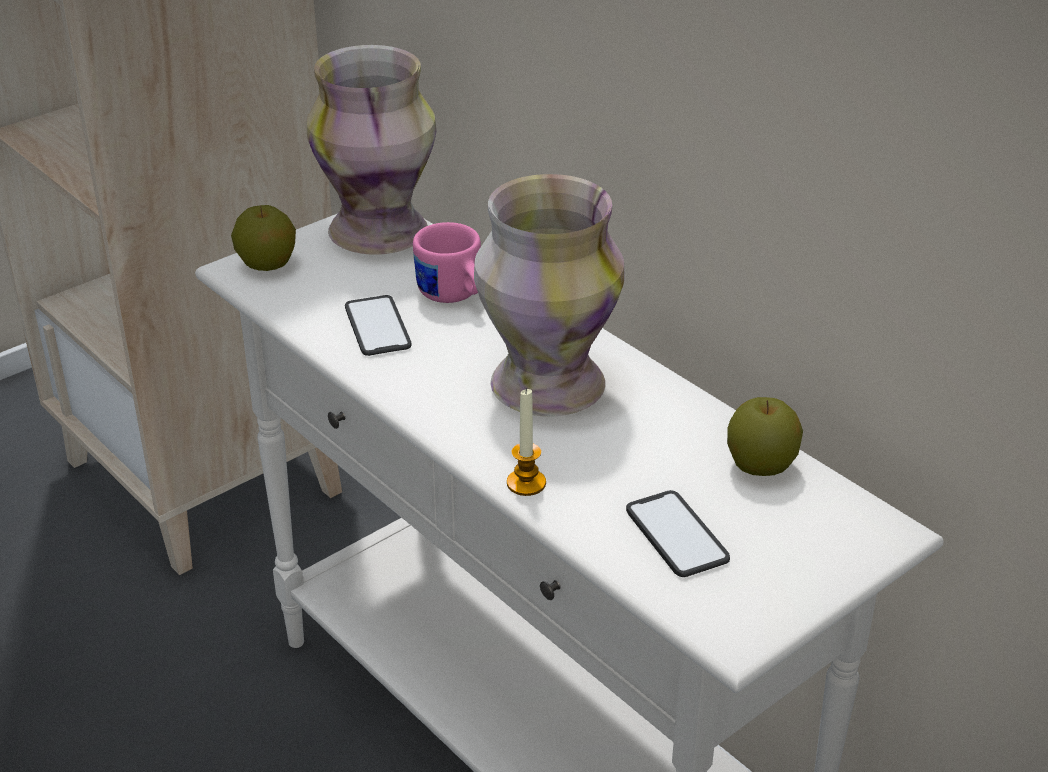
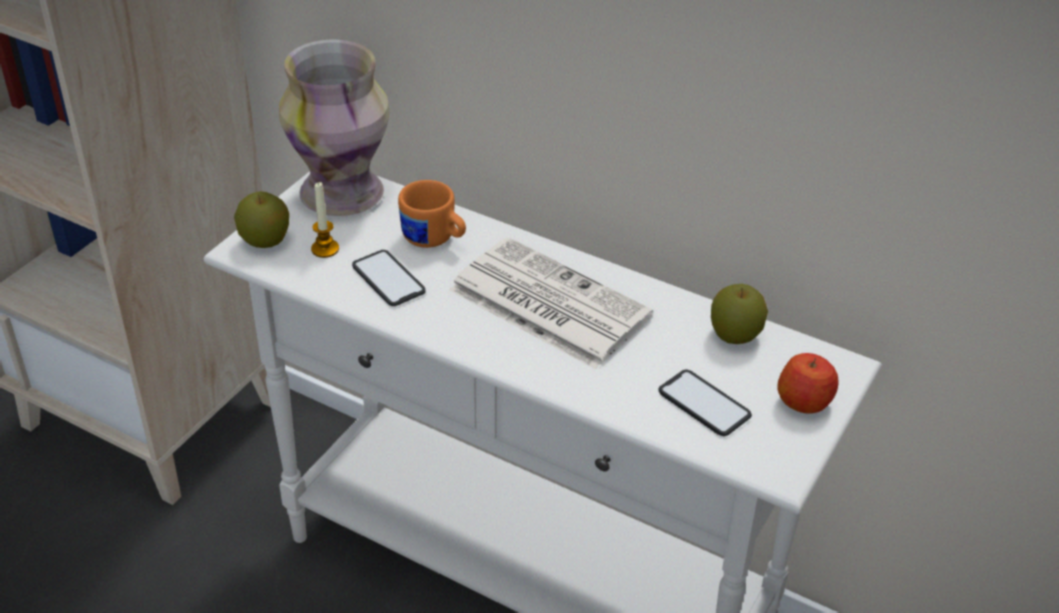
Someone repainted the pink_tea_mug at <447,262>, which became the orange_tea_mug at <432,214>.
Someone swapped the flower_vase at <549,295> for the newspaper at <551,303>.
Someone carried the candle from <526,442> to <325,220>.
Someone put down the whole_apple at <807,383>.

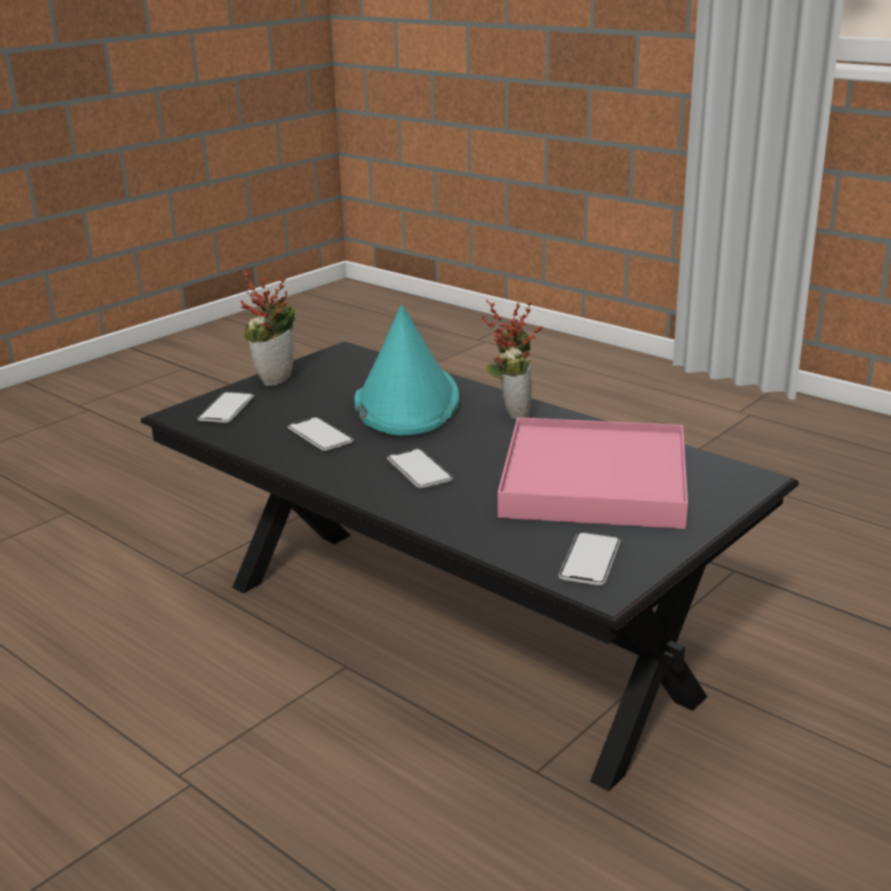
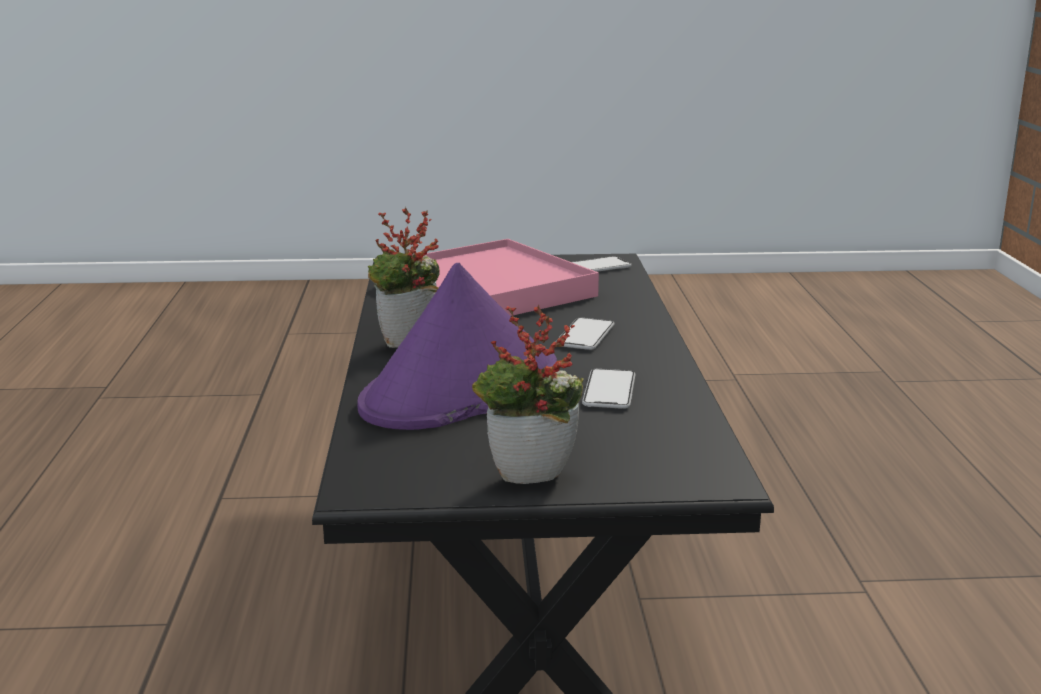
Someone took away the handset at <225,407>.
Someone repainted the blue-green_hat at <407,370>, which became the purple_hat at <457,346>.

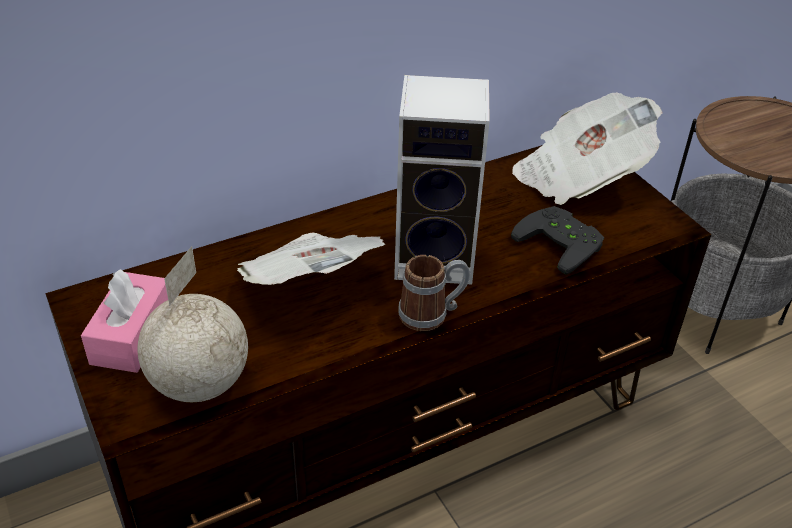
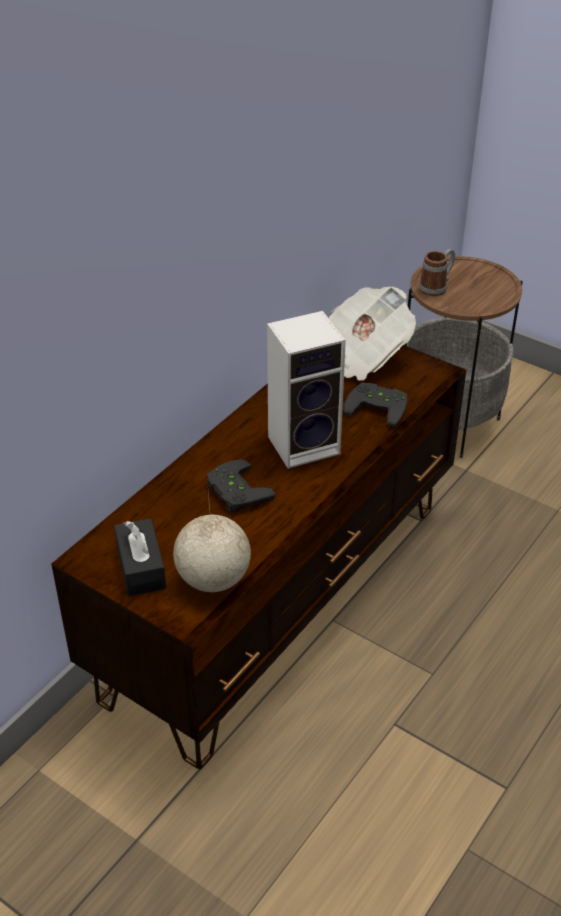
Someone repainted the pink_tissue_holder at <124,321>, which became the black_tissue_holder at <140,557>.
Someone swapped the newspaper at <311,259> for the black_game_controller at <241,486>.
Someone carried the tea_mug from <434,293> to <437,272>.

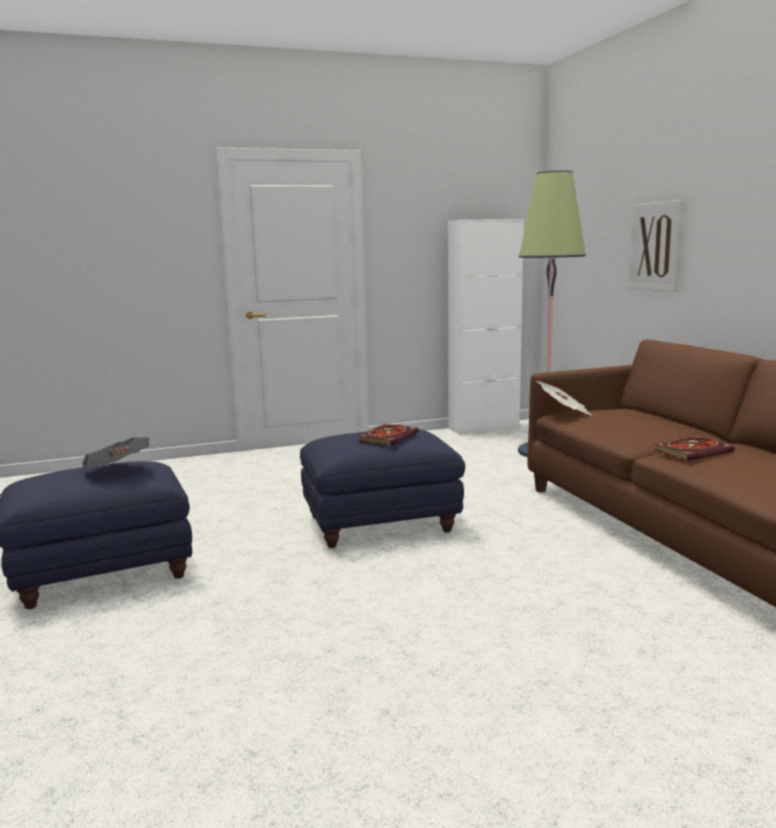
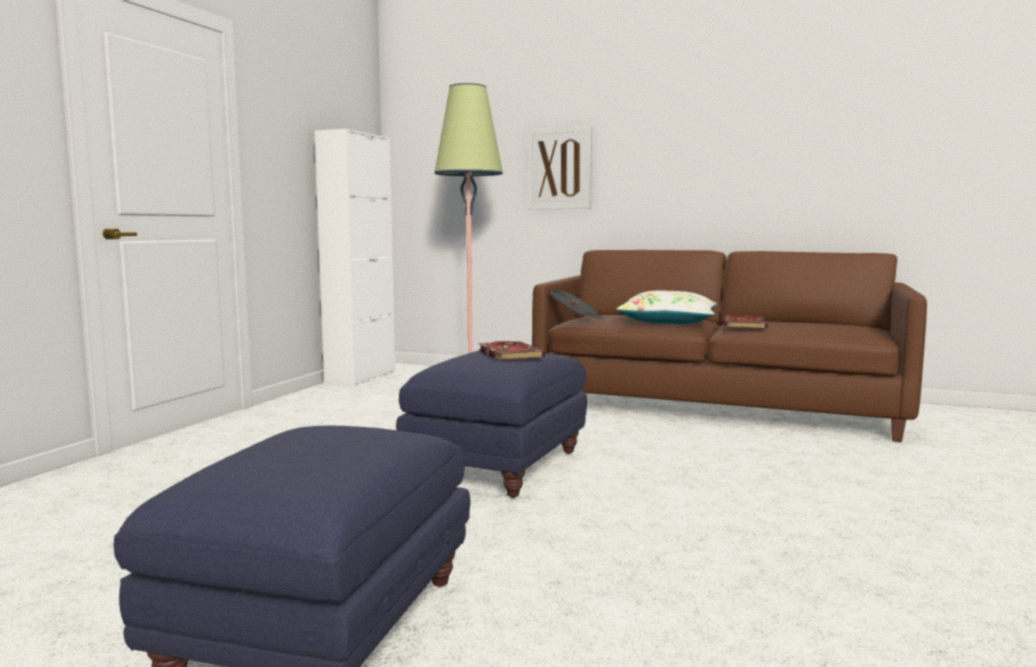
Someone took away the newspaper at <116,452>.
Someone put down the white-coloured_pillow at <667,307>.

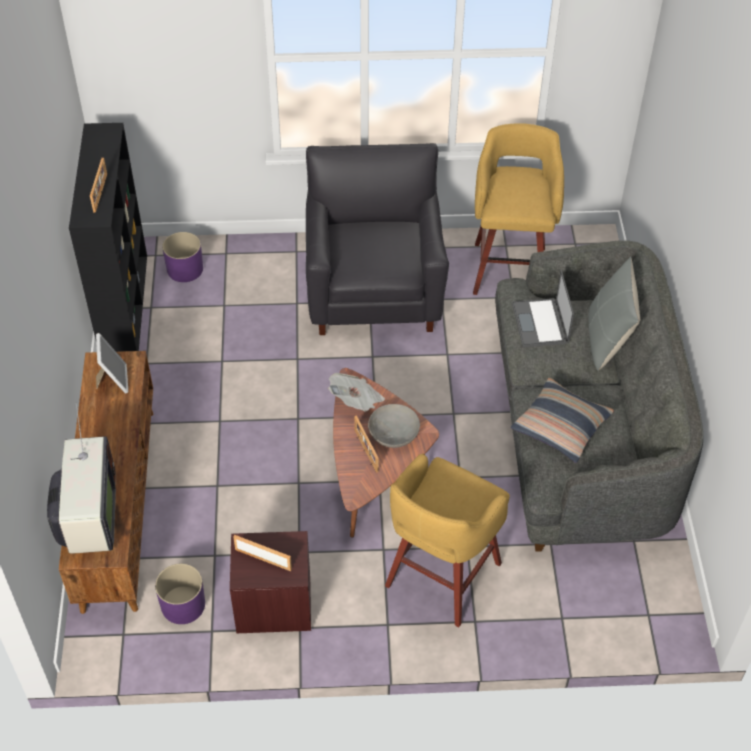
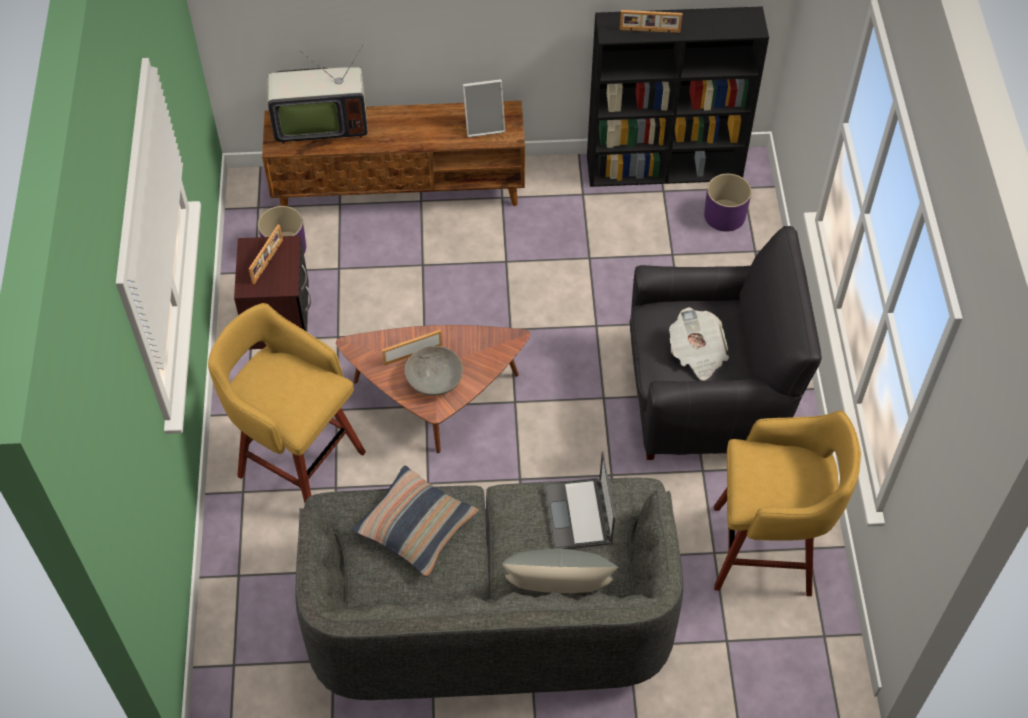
Someone carried the newspaper from <356,392> to <699,344>.
Someone rotated the notebook_computer at <543,308> by 90 degrees counterclockwise.

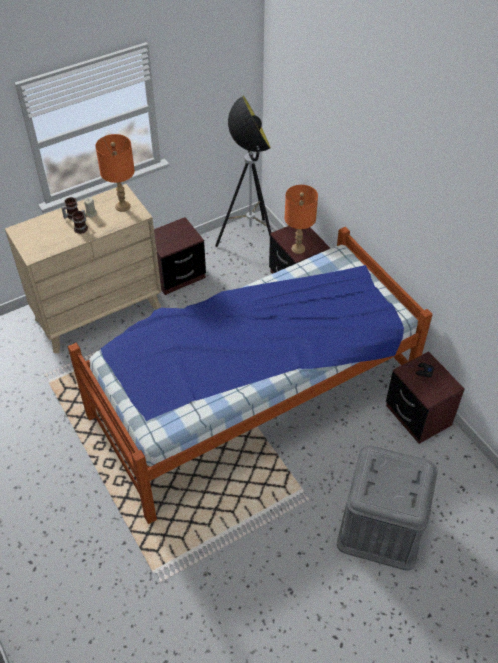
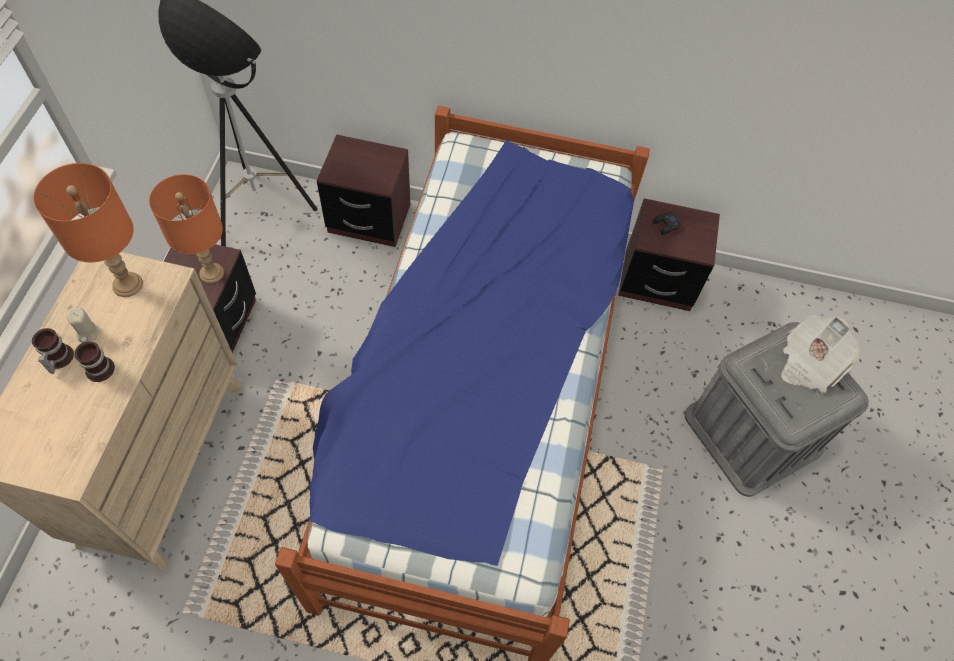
Someone carried the orange_tabletop_lamp from <301,219> to <186,228>.
Someone put down the newspaper at <820,354>.

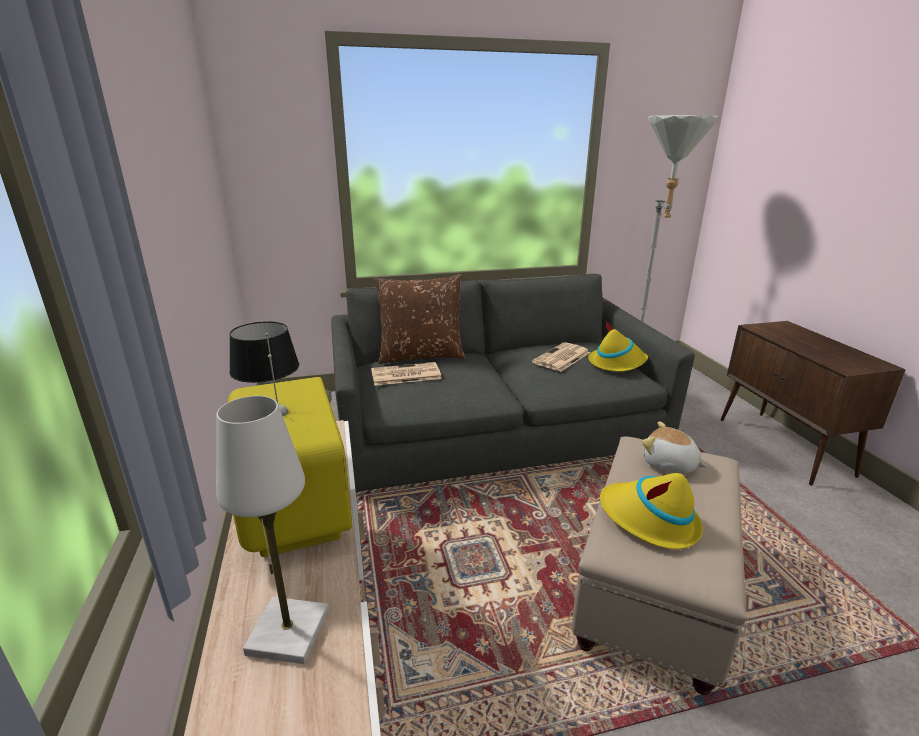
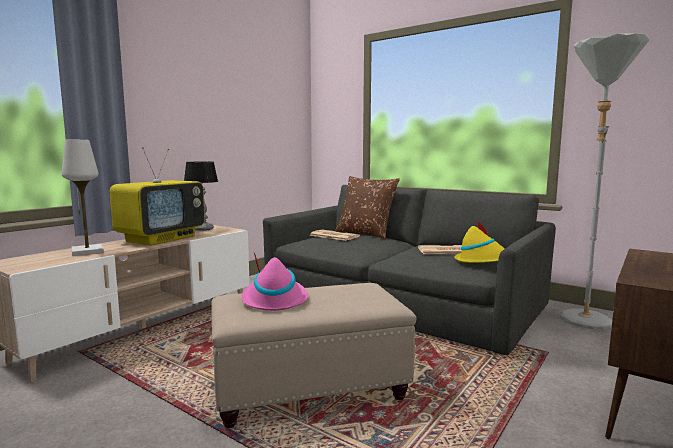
Someone repainted the yellow-coloured_hat at <651,511>, which became the pink_hat at <274,282>.
Someone took away the cuddly_toy at <674,447>.

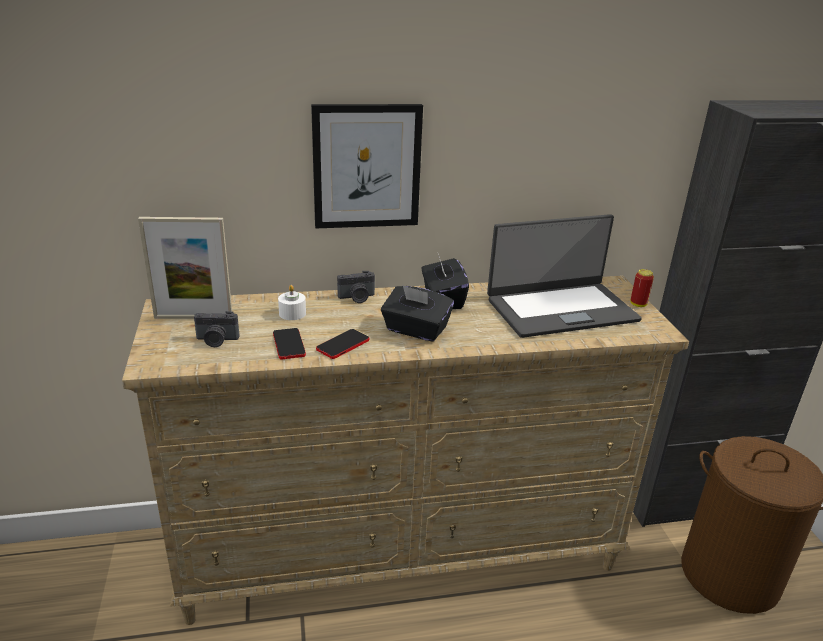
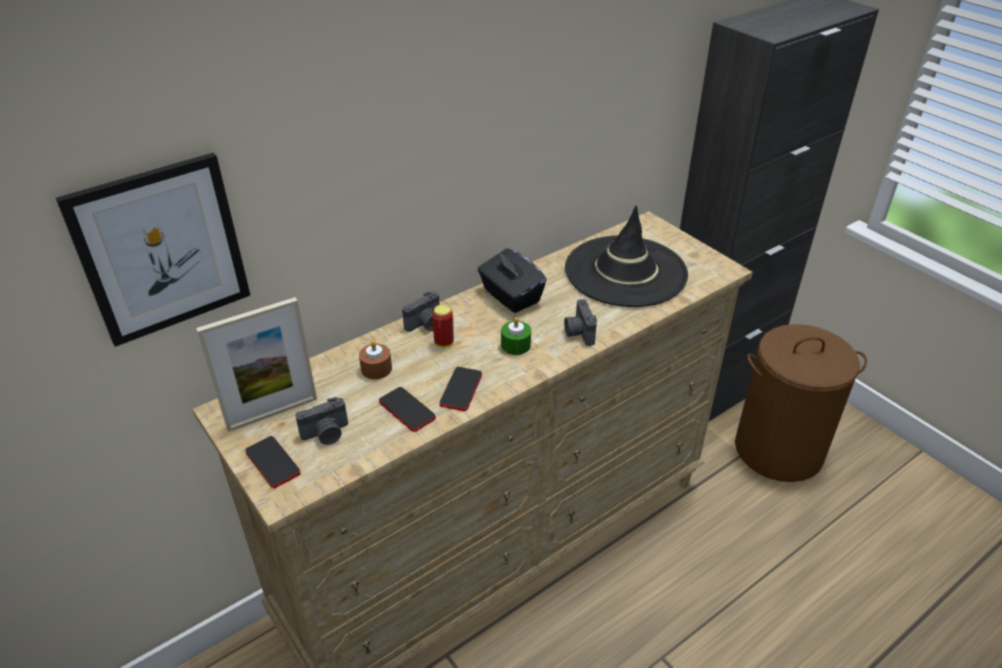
Someone repainted the white-coloured_candle at <292,302>, which became the brown_candle at <375,359>.
Someone carried the picture from <367,166> to <153,250>.
Someone swapped the black_tissue_holder at <417,313> for the green-coloured_candle at <516,336>.
Someone swapped the notebook_computer at <564,276> for the black_hat at <626,256>.
Someone carried the sealed_can from <642,288> to <443,326>.
Someone put down the handset at <273,462>.
Someone put down the photo_camera at <580,322>.

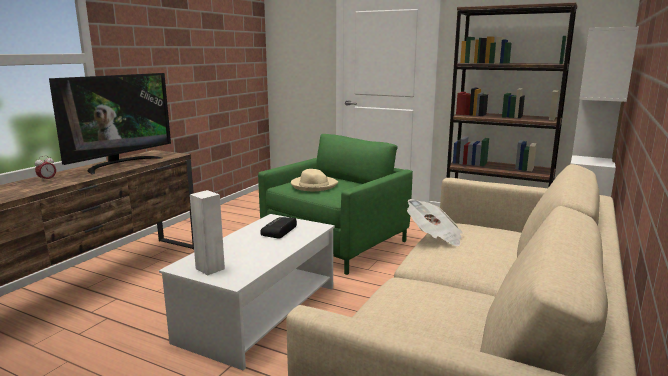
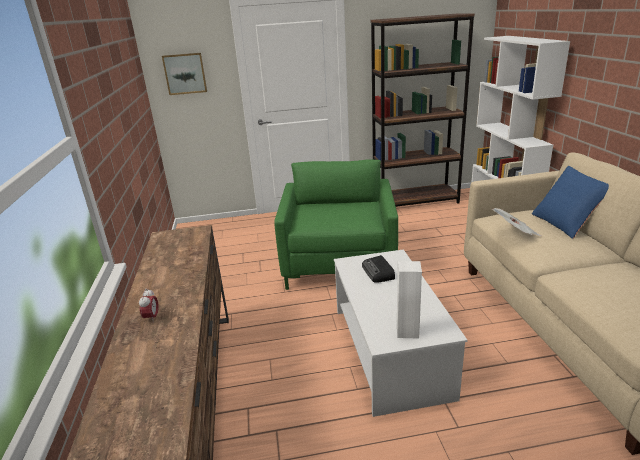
Someone took away the television at <110,123>.
Someone took away the beige_hat at <314,180>.
Someone put up the picture at <184,74>.
Someone put down the blue_pillow at <570,202>.

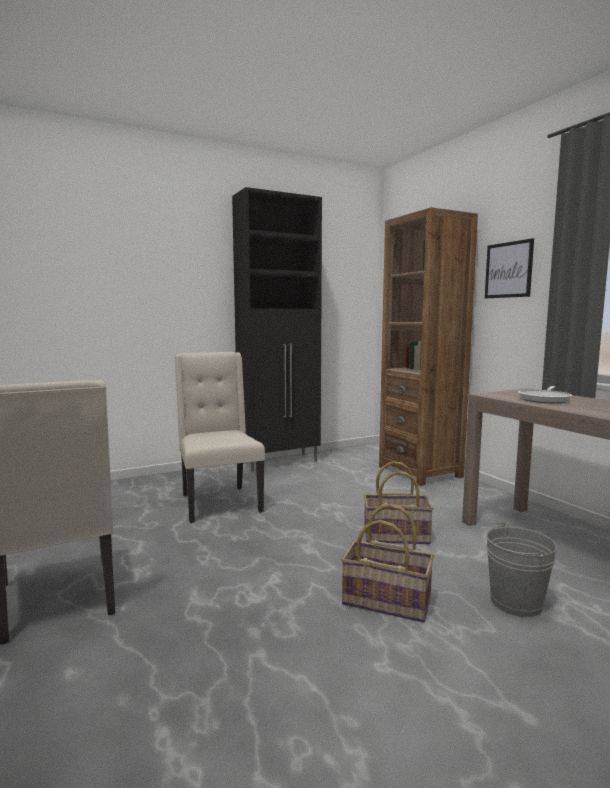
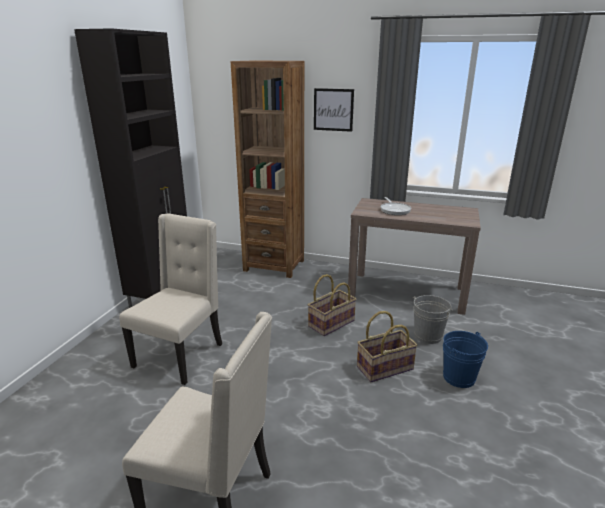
Someone rotated the beige_plain_chair at <219,437> by 90 degrees clockwise.
Someone put down the blue_water_bucket at <465,359>.

